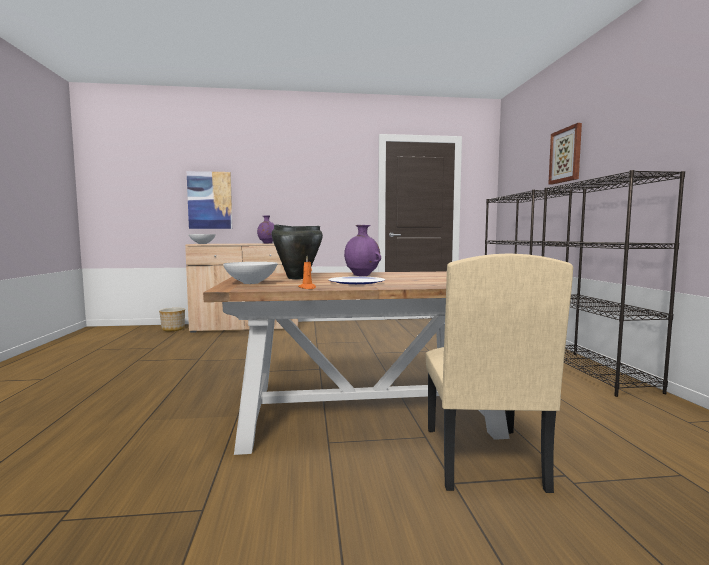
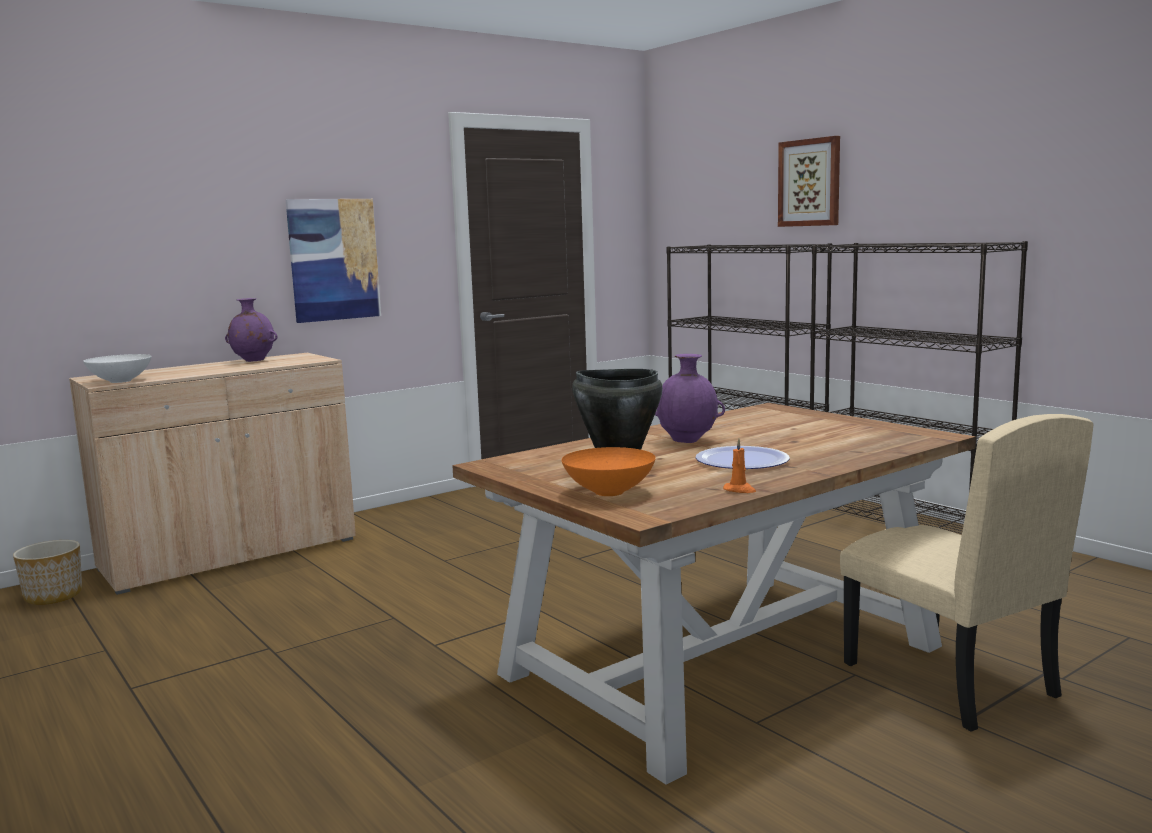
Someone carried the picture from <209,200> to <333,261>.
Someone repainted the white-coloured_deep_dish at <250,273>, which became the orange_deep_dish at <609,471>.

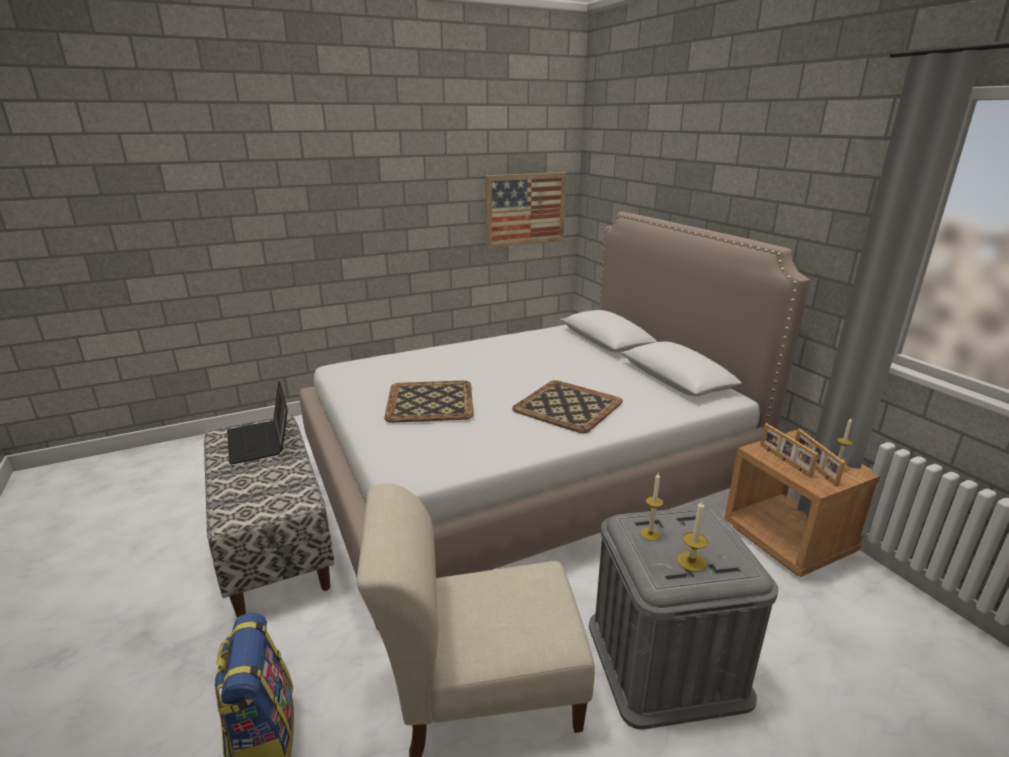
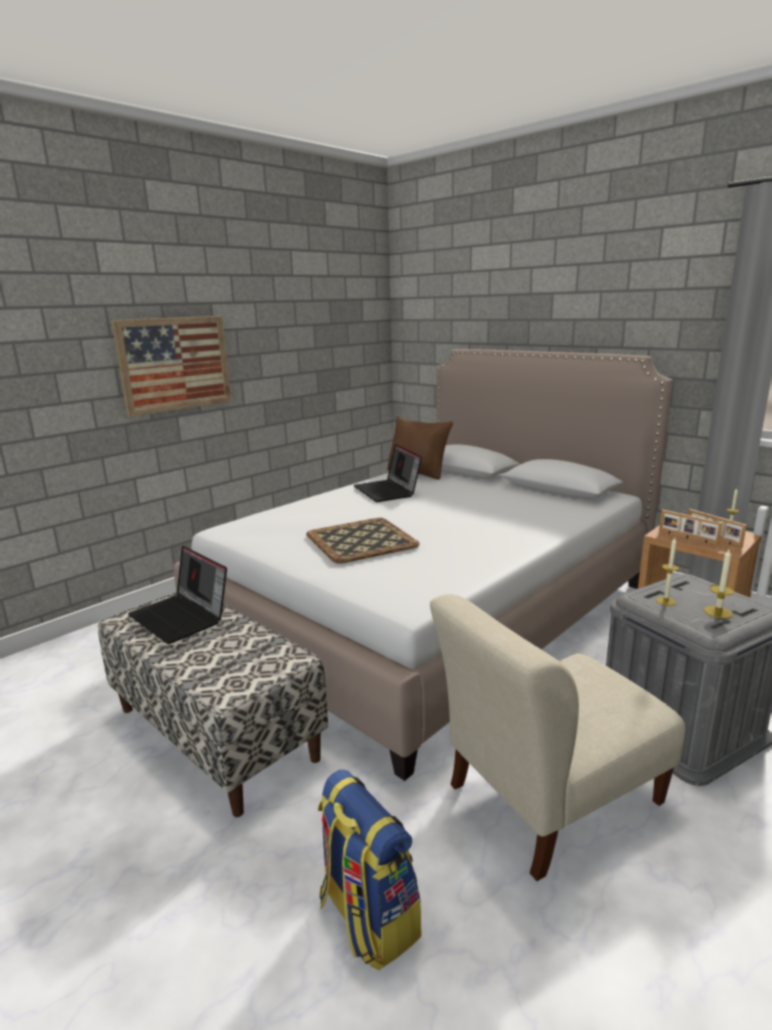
Someone carried the picture from <525,210> to <171,366>.
Someone took away the tray at <567,406>.
Someone put down the notebook_computer at <388,473>.
Someone put down the brown_pillow at <420,448>.

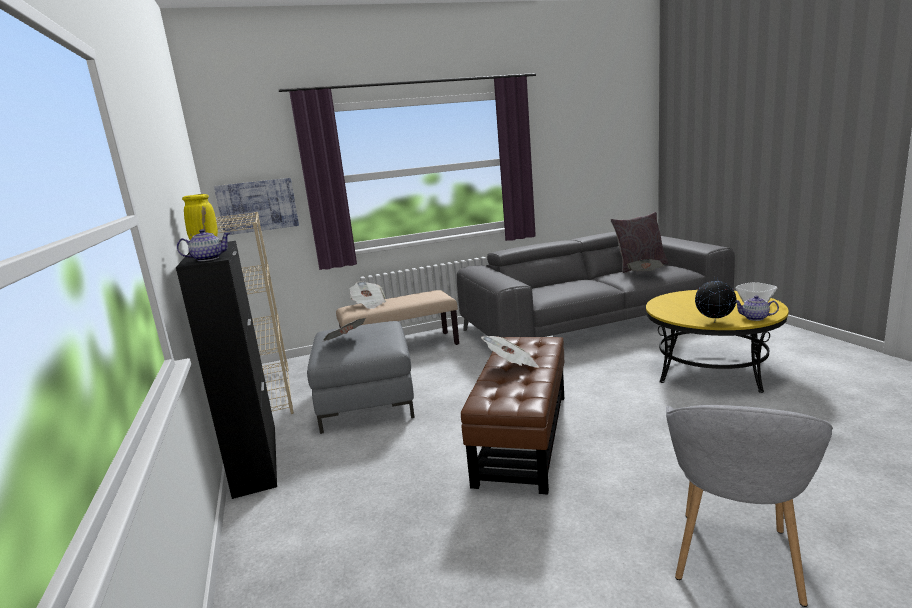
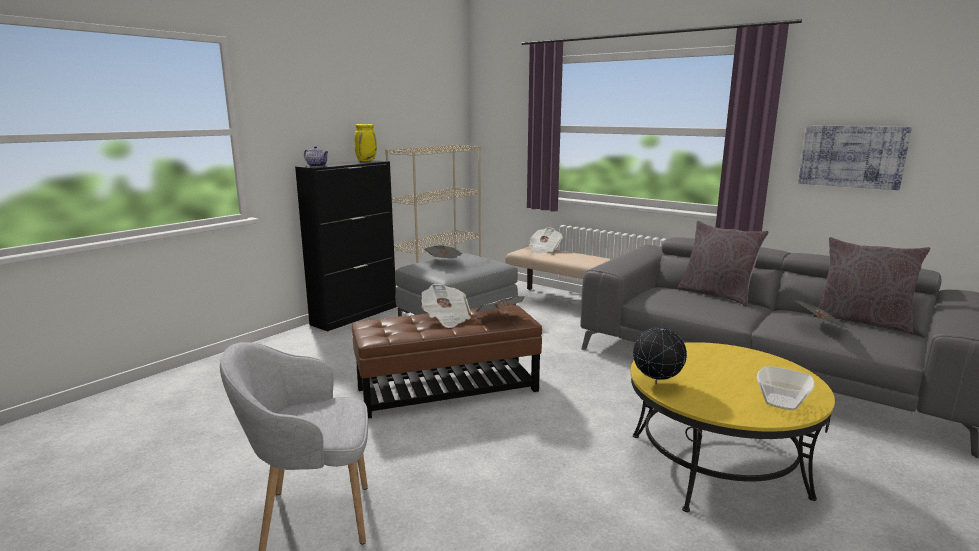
Someone carried the picture from <256,206> to <855,157>.
Someone took away the tea_pot at <757,308>.
Someone put down the newspaper at <500,304>.
Someone put down the greyish_pillow at <723,263>.

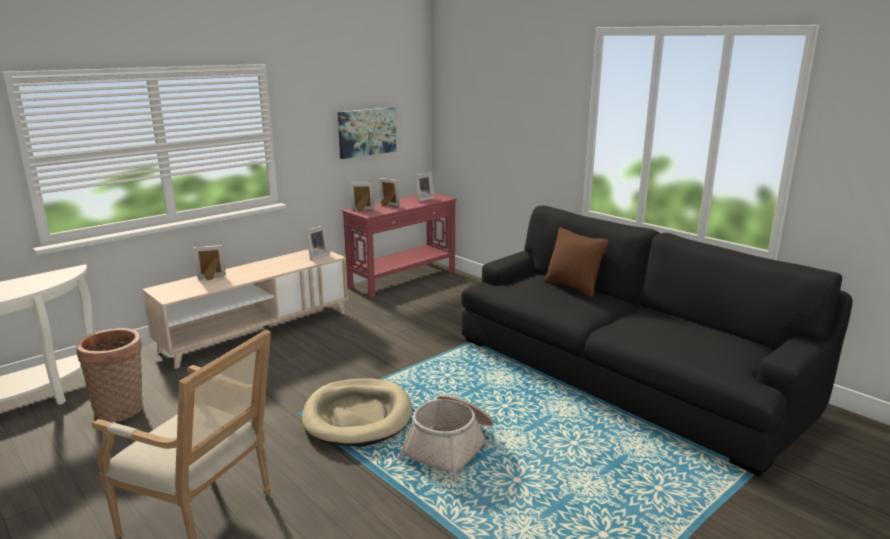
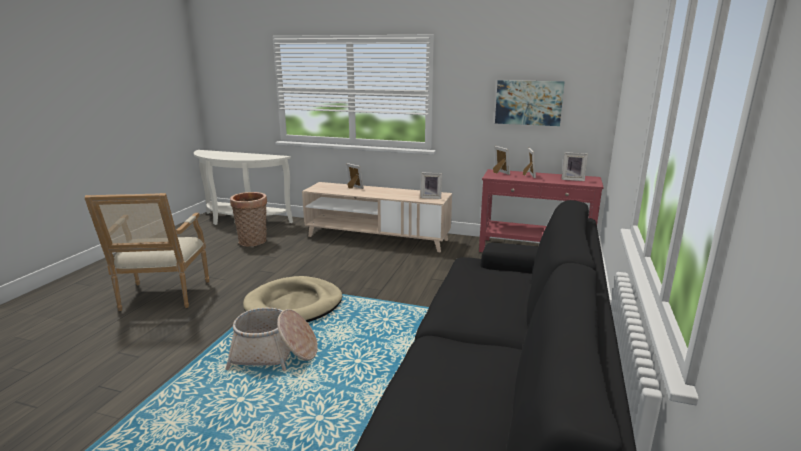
Someone took away the brown_pillow at <576,262>.

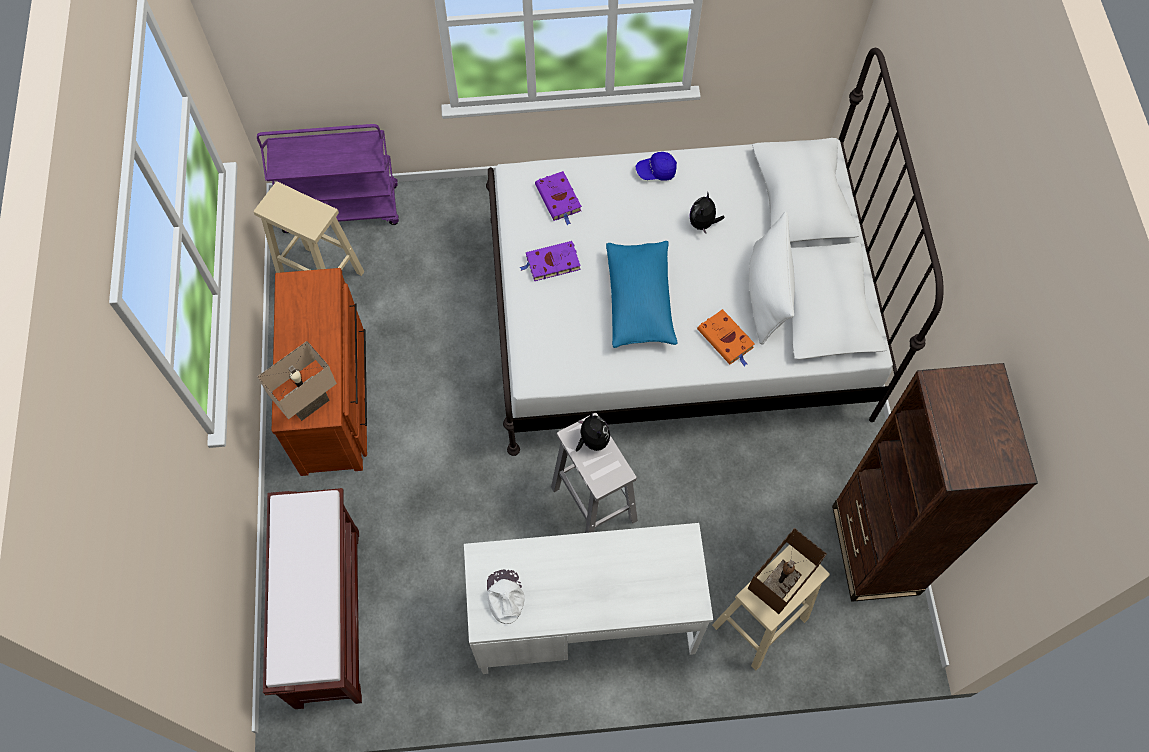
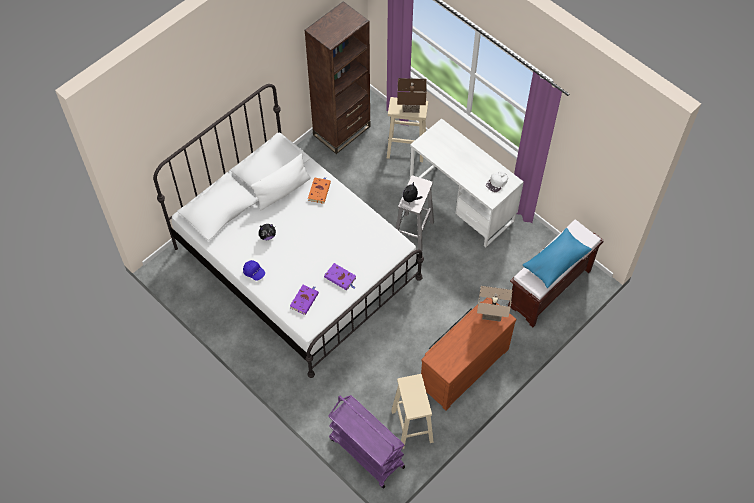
Someone carried the blue_pillow from <642,294> to <557,258>.

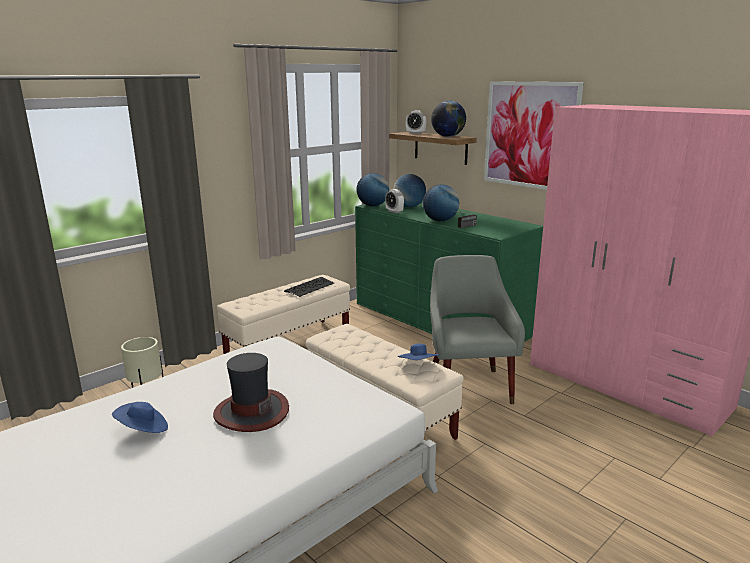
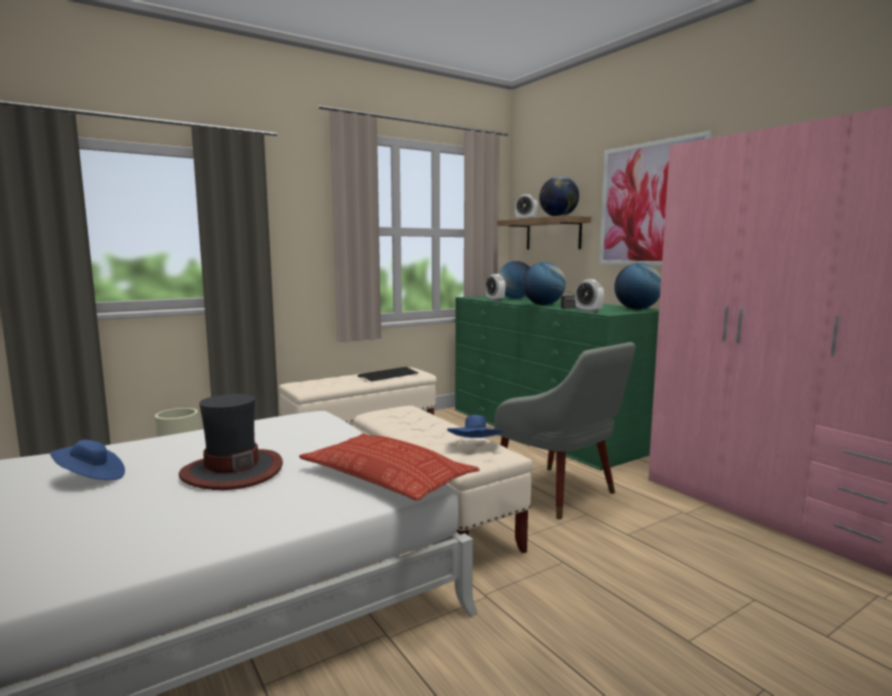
Someone carried the globe from <372,189> to <637,286>.
Someone rotated the greyish_armchair at <477,329> by 135 degrees clockwise.
Someone put down the pillow at <389,467>.
Someone put down the table_clock at <589,295>.

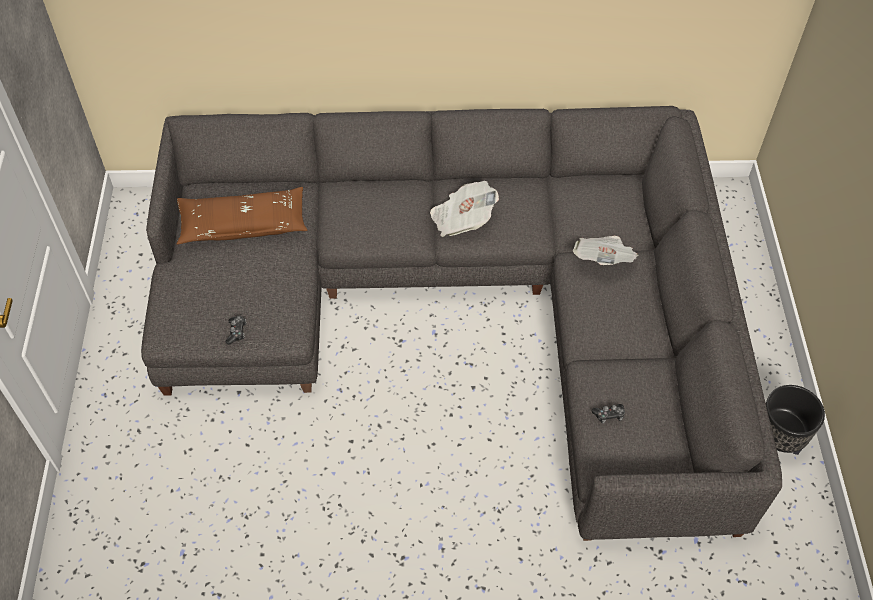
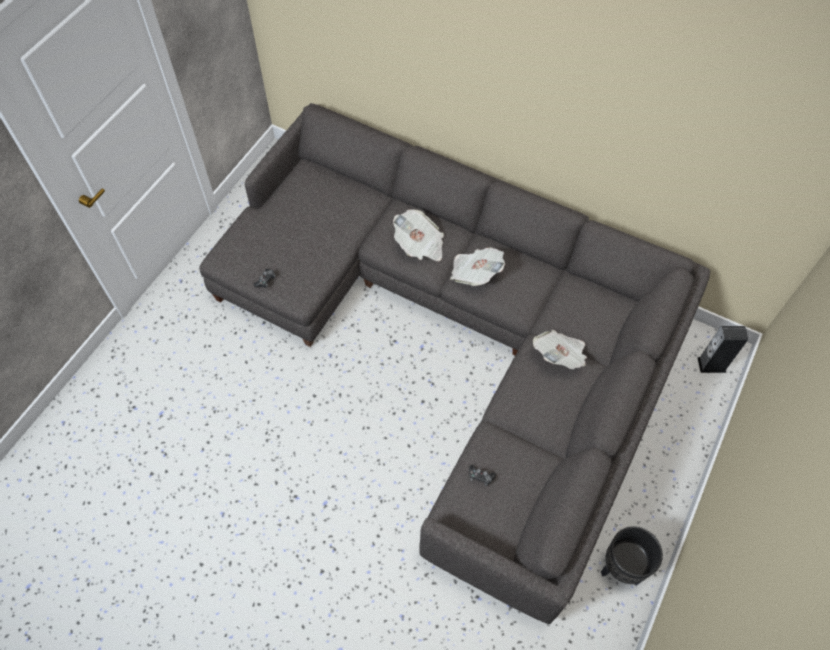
Someone took away the brown_pillow at <242,215>.
Someone put down the newspaper at <418,235>.
Someone put down the speaker at <722,349>.

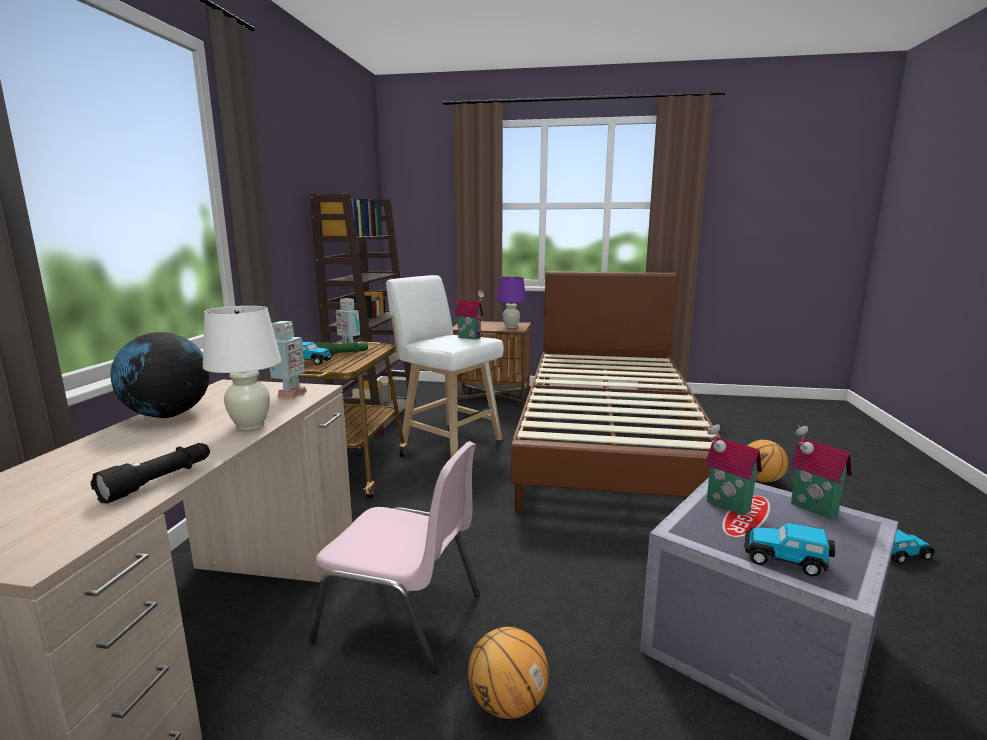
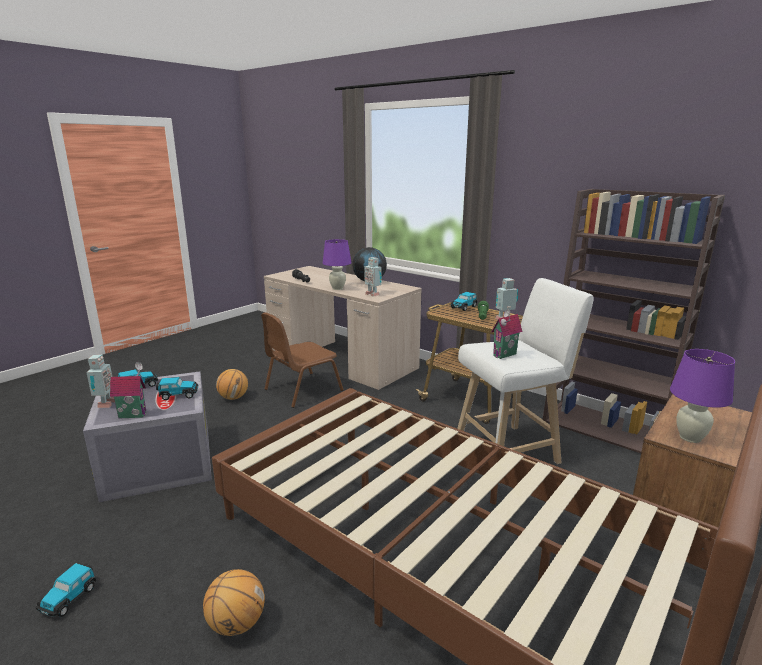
Someone repainted the white-coloured_tabletop_lamp at <242,368>, which became the purple_tabletop_lamp at <337,264>.
Someone repainted the pink_plain_chair at <394,557>, which became the brown_plain_chair at <302,360>.
Someone swapped the model_house at <733,470> for the toy_car at <177,388>.
Someone put down the model_robot at <100,381>.

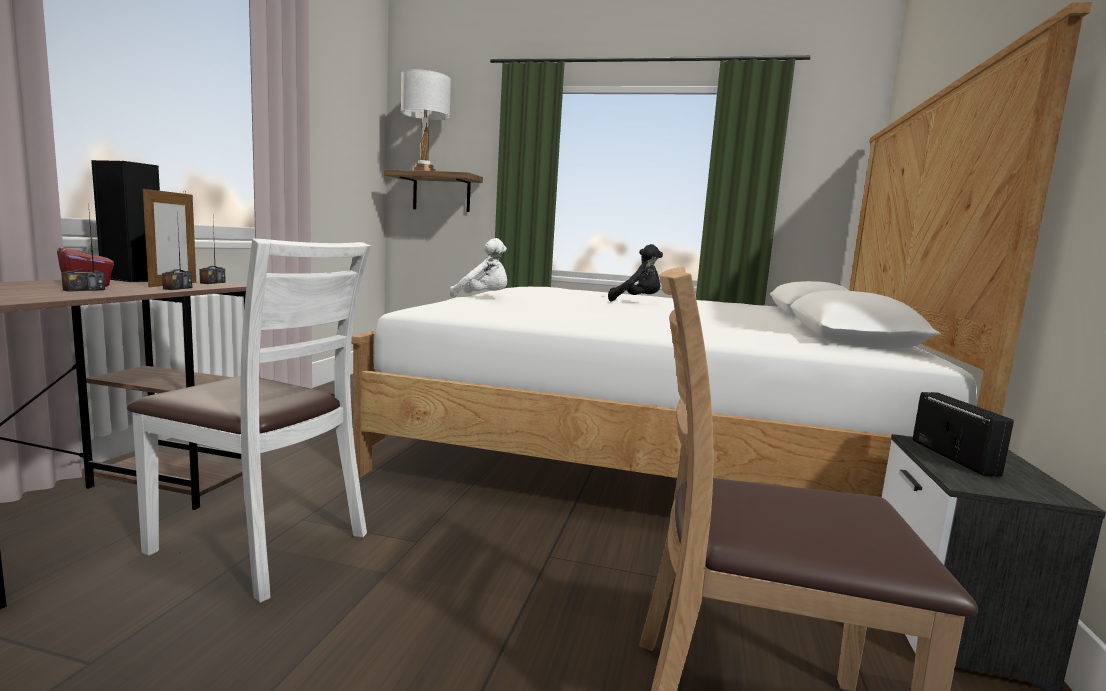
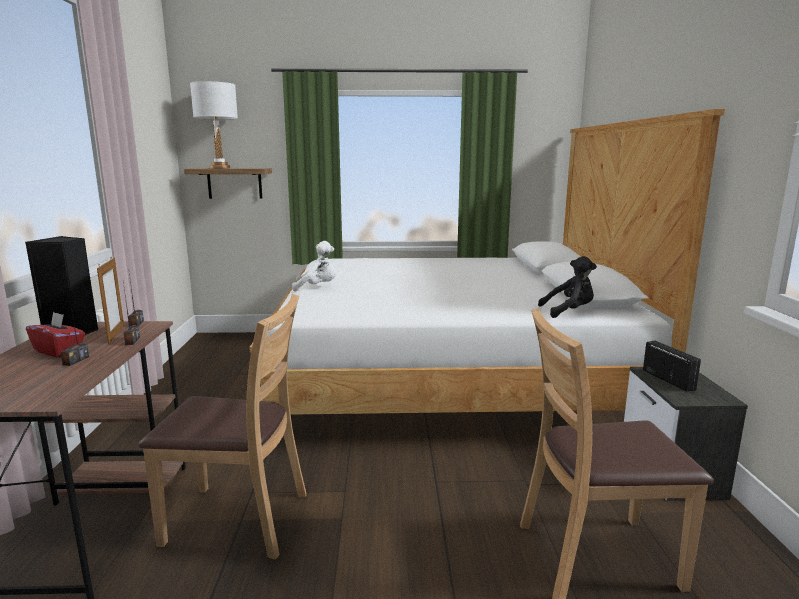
Someone repainted the white-coloured_plain_chair at <249,421>, which became the brown_plain_chair at <222,427>.
Someone carried the black_cuddly_toy from <635,273> to <567,287>.

